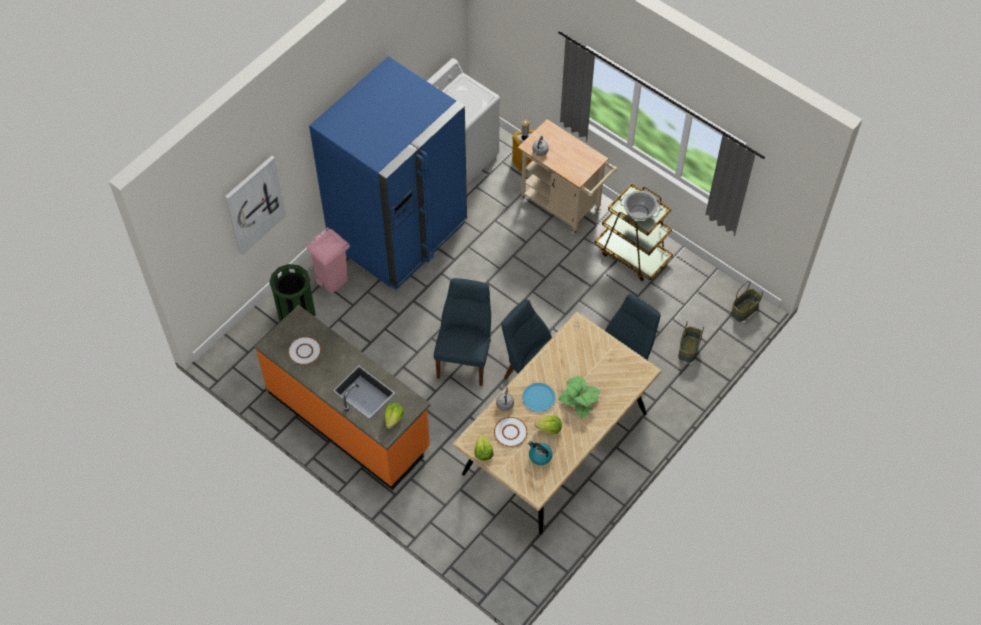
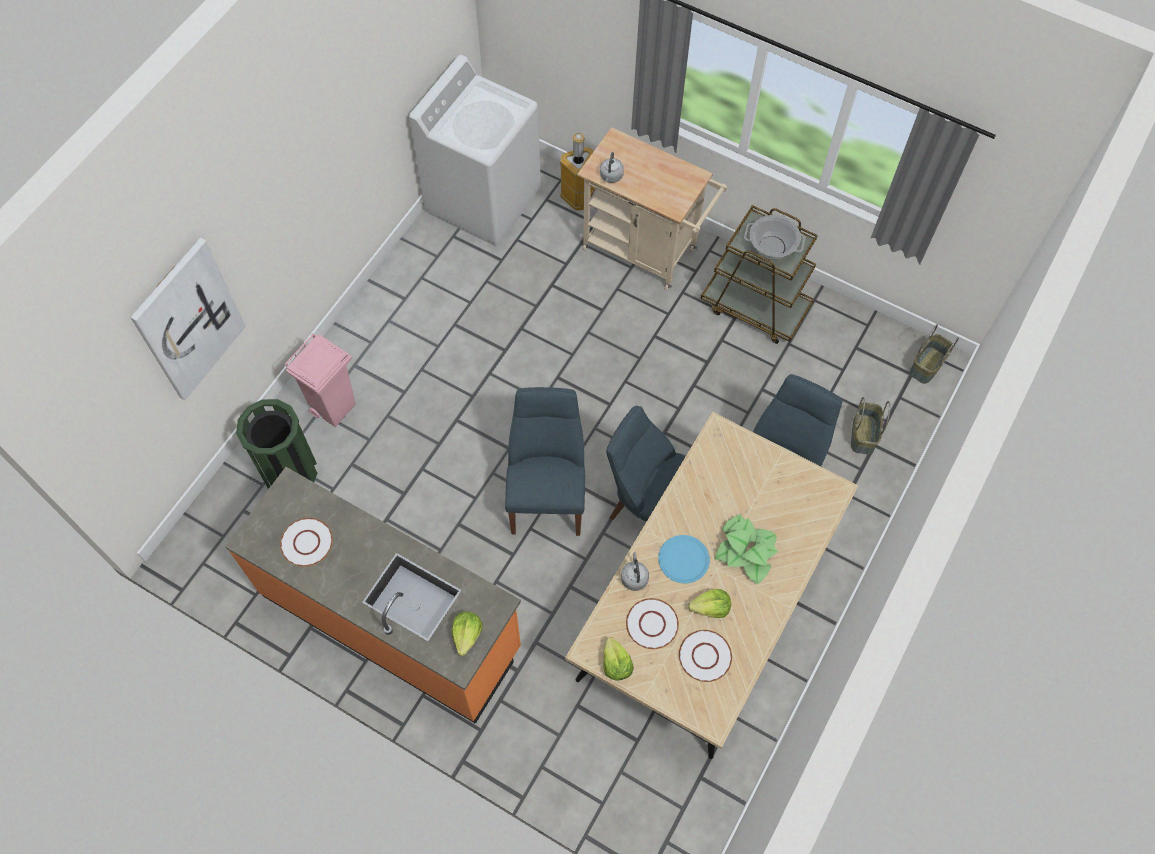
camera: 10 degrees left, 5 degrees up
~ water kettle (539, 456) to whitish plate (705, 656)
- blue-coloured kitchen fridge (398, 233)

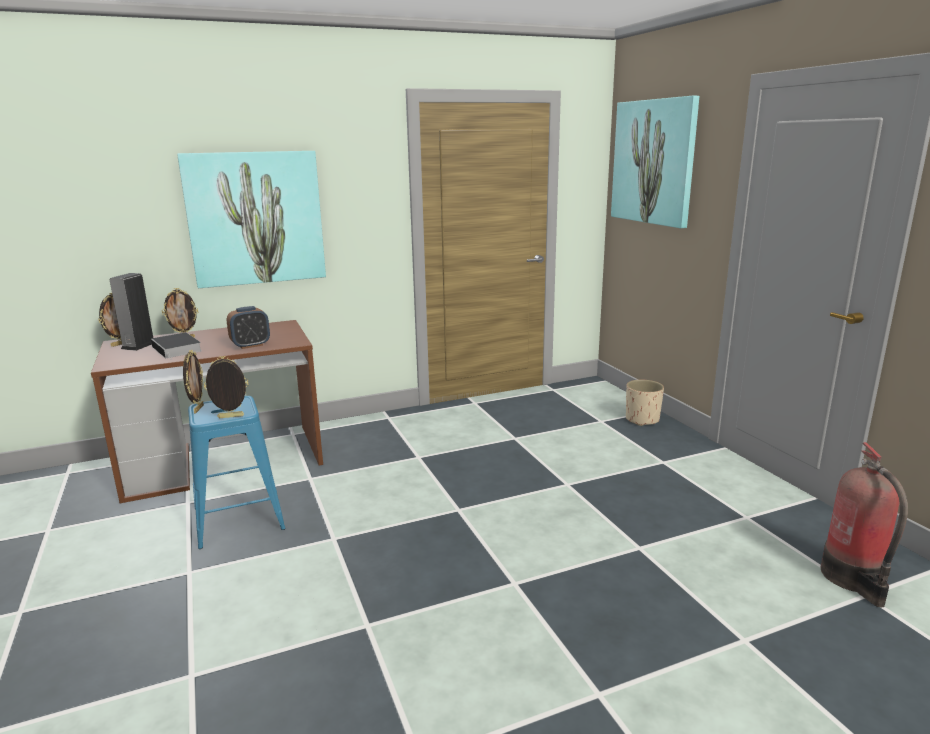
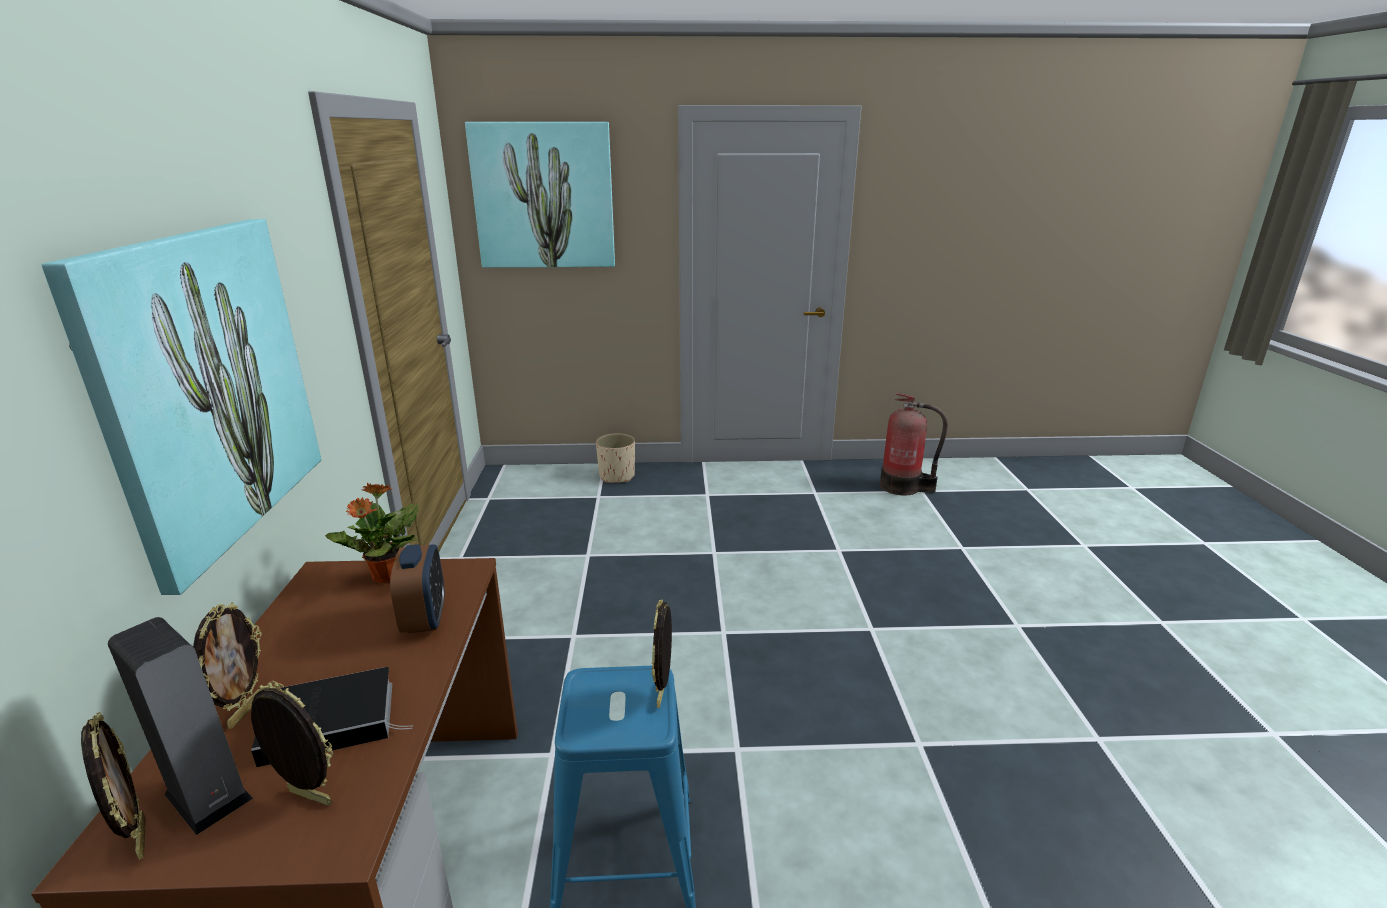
camera: 70 degrees left, 5 degrees up
~ photo frame (198, 409) to (307, 799)
+ potted plant (387, 577)

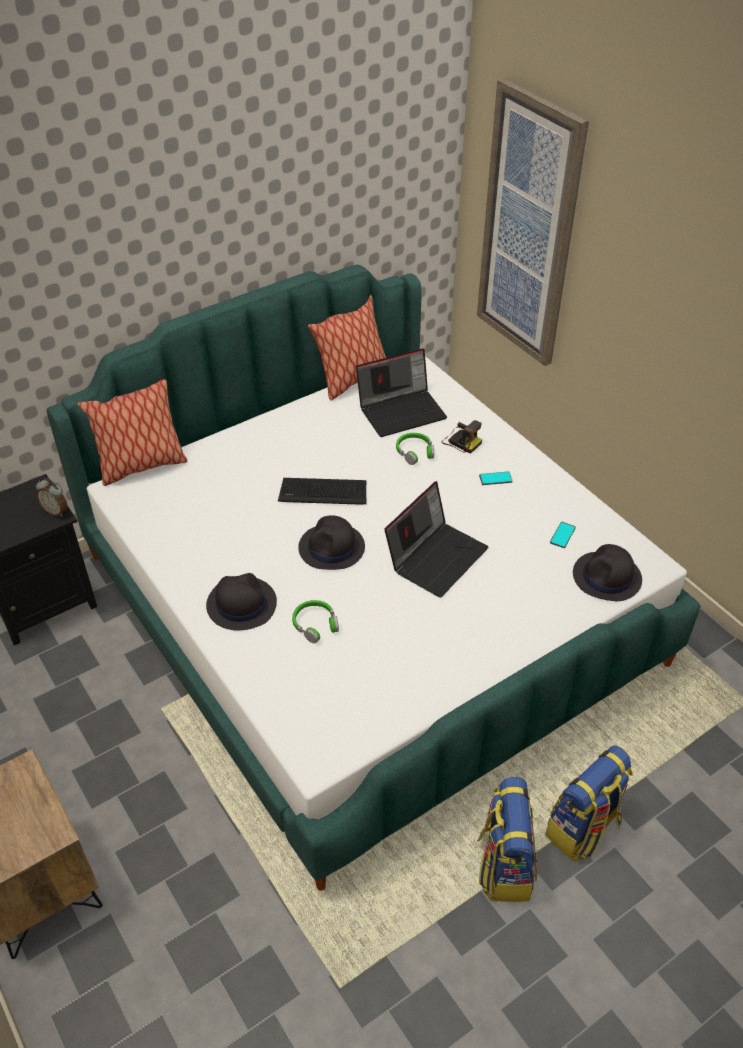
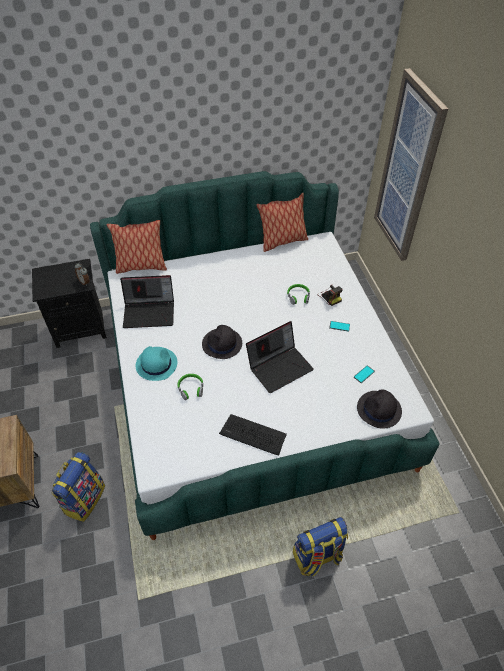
camera: 20 degrees right, 5 degrees up
~ backpack (504, 865) to (84, 499)
~ portable computer (402, 410) to (150, 312)
~ blackish clothing hat (241, 604) to turquoise clothing hat (156, 364)
~ keyboard (323, 492) to (253, 435)

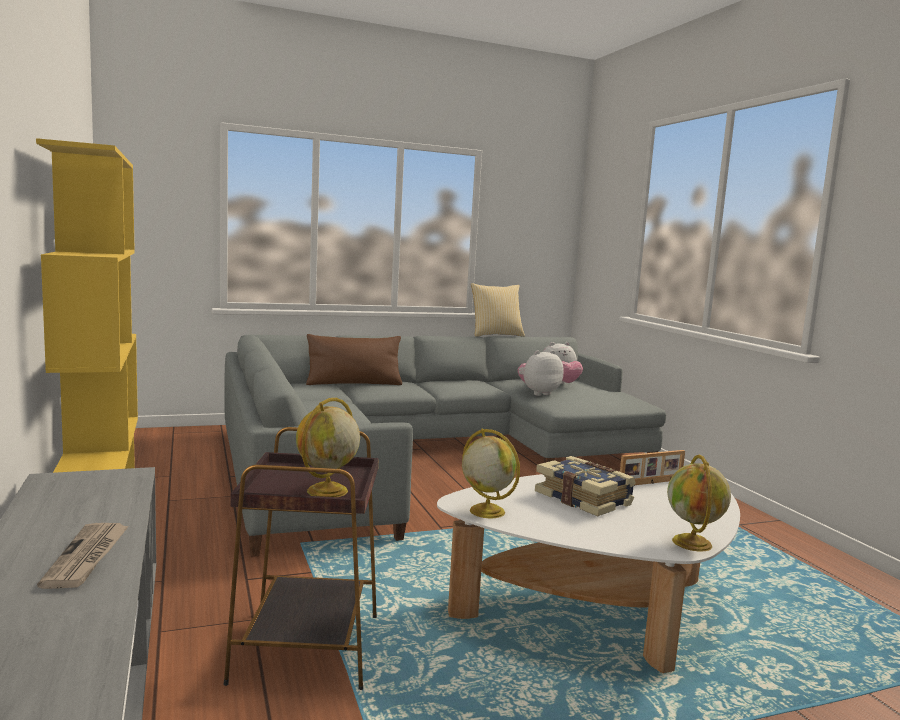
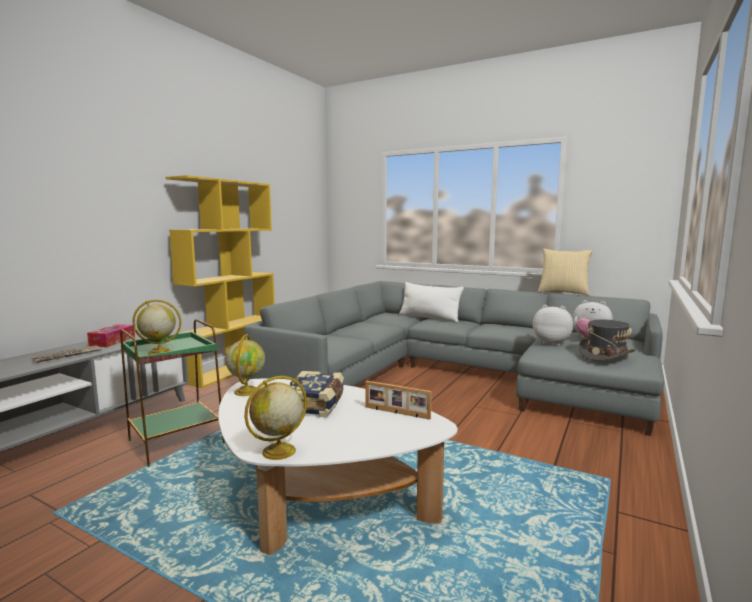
camera: 50 degrees right, 0 degrees up
+ tissue box (112, 341)
~ brown accent table (305, 649) to greenish accent table (175, 442)
~ brown throw pillow (354, 384) to whitish throw pillow (429, 318)
+ greyish clothing hat (605, 355)

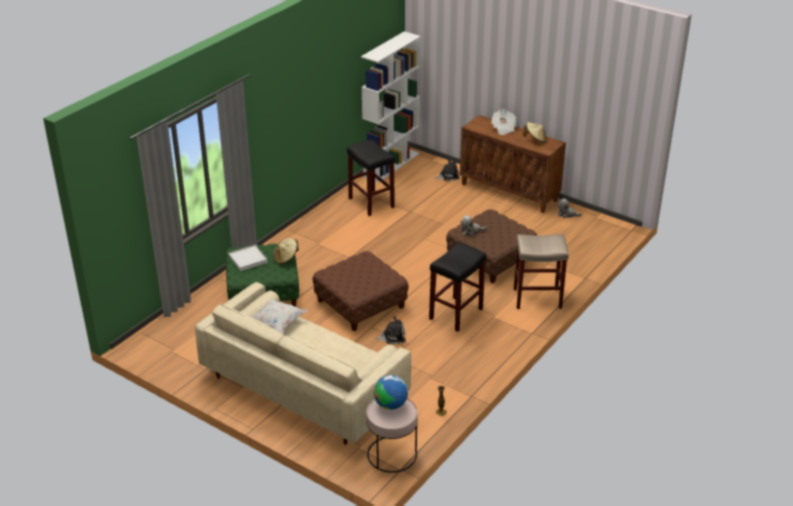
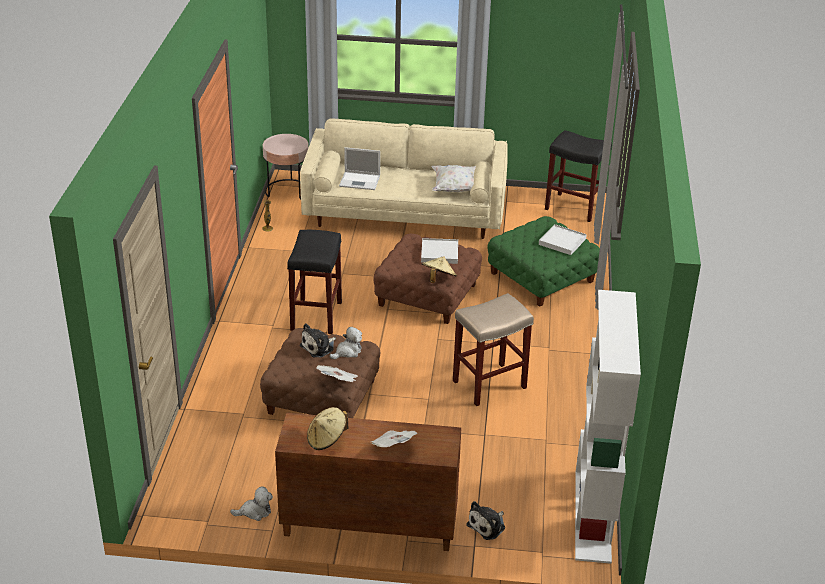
camera: 150 degrees right, 0 degrees up
~ plush toy (392, 336) to (319, 347)
+ newspaper (338, 382)
+ portable computer (360, 181)
+ whitish carrying tray (439, 253)
~ sand-coloured clothing hat (286, 258) to (438, 279)
~ sand-coloured stool seat (538, 298) to (488, 385)
~ blackish stool seat (370, 202) to (575, 207)
- desk globe (391, 405)

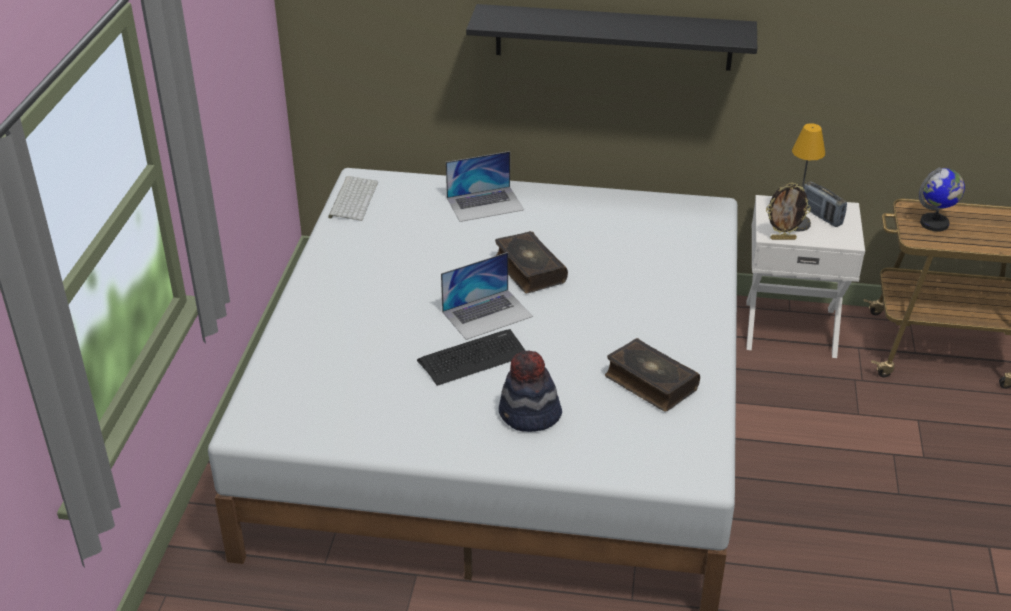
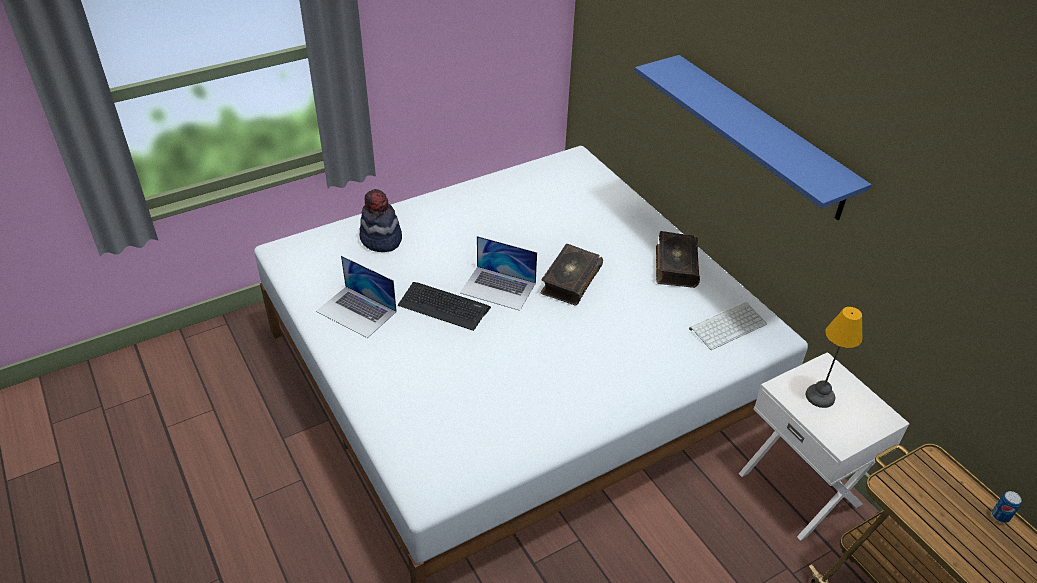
camera: 50 degrees right, 5 degrees up
~ portable computer (485, 204) to (356, 311)
~ clothing hat (529, 415) to (381, 240)
~ blackish wall shelf (613, 37) to blue-coloured wall shelf (760, 136)
~ volume (650, 383) to (675, 266)
~ keyboard (352, 199) to (728, 325)
+ sealed can (1000, 516)
- photo frame (783, 238)
- radio (821, 216)
- desk globe (934, 224)

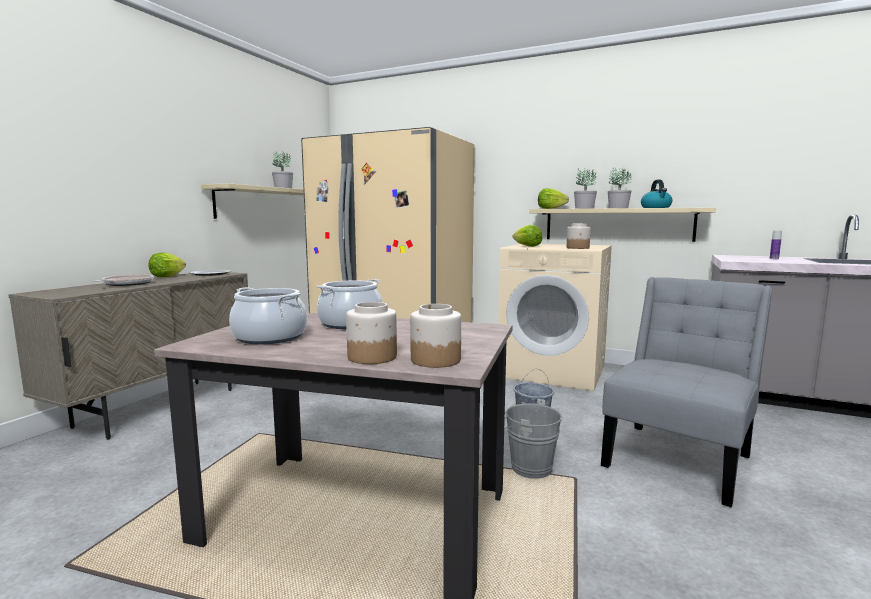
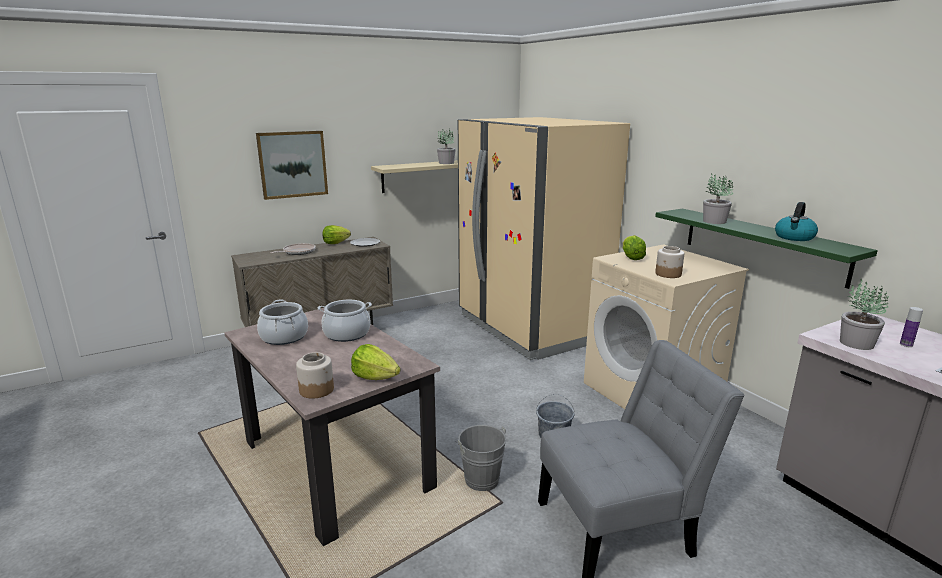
camera: 35 degrees right, 10 degrees up
+ picture (292, 164)
~ head of lettuce (551, 208) to (375, 377)
~ sand-coloured wall shelf (617, 224) to greenish wall shelf (762, 245)
~ potted plant (617, 208) to (855, 343)
- storage jar (371, 357)

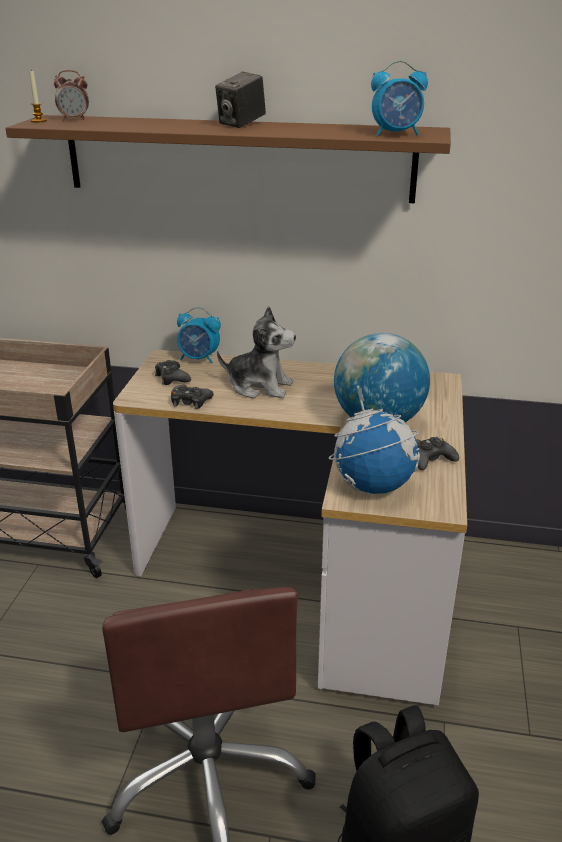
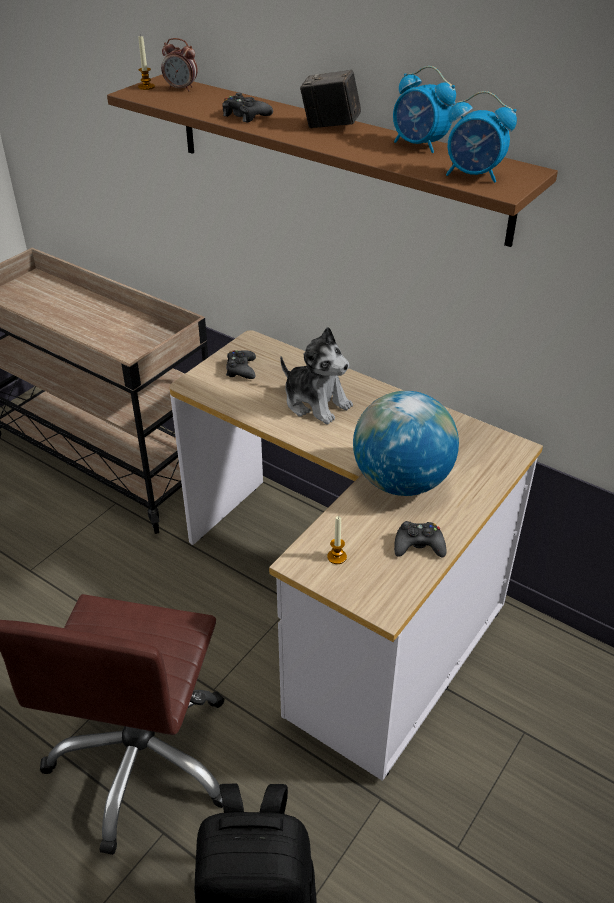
camera: 25 degrees right, 10 degrees up
~ blackish joypad (190, 401) to (245, 115)
~ still camera (241, 124) = (330, 126) 45 degrees clockwise
~ desk globe (373, 485) to candle (337, 557)
~ bedside clock (199, 359) to (419, 145)

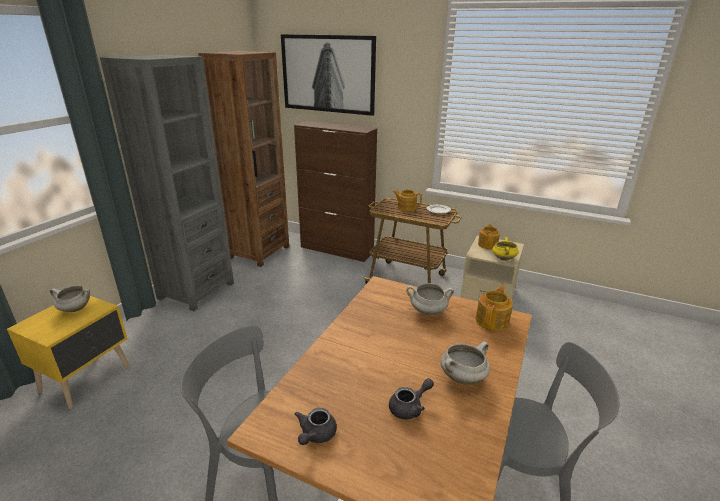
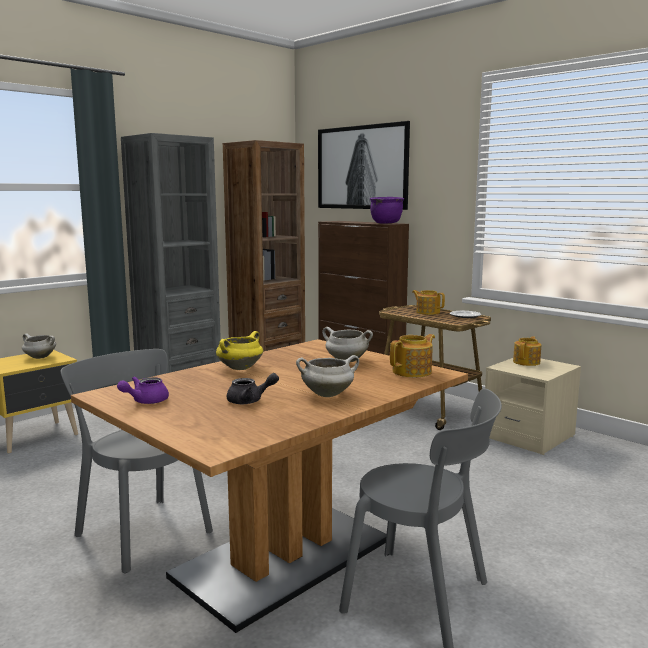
camera: 20 degrees right, 15 degrees down
~ greyish tea pot (315, 435) to purple tea pot (145, 401)
~ yellowish saucepot (503, 258) to (240, 368)
+ purple saucepot (386, 223)

